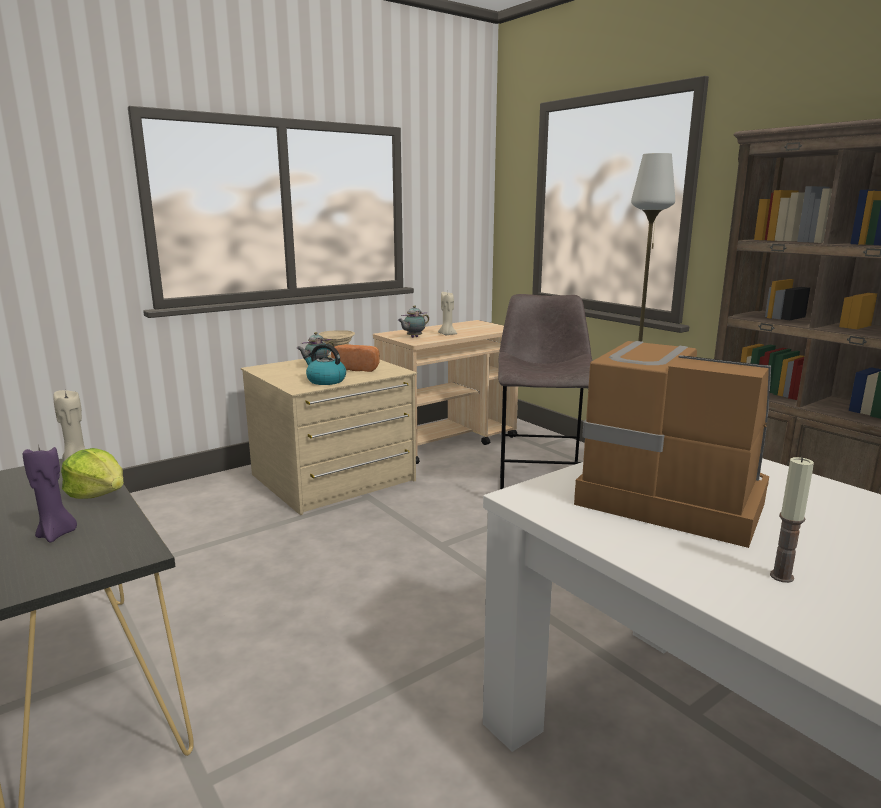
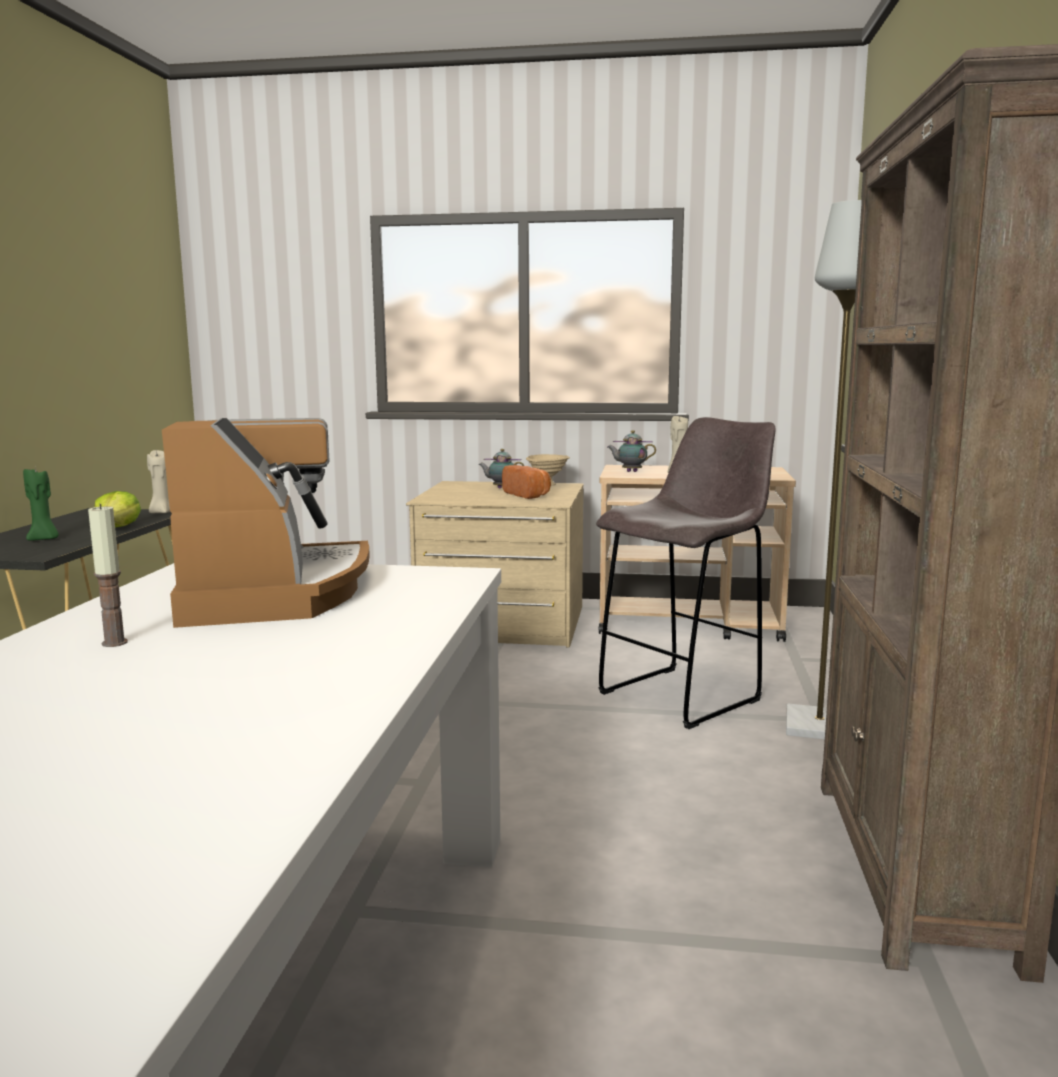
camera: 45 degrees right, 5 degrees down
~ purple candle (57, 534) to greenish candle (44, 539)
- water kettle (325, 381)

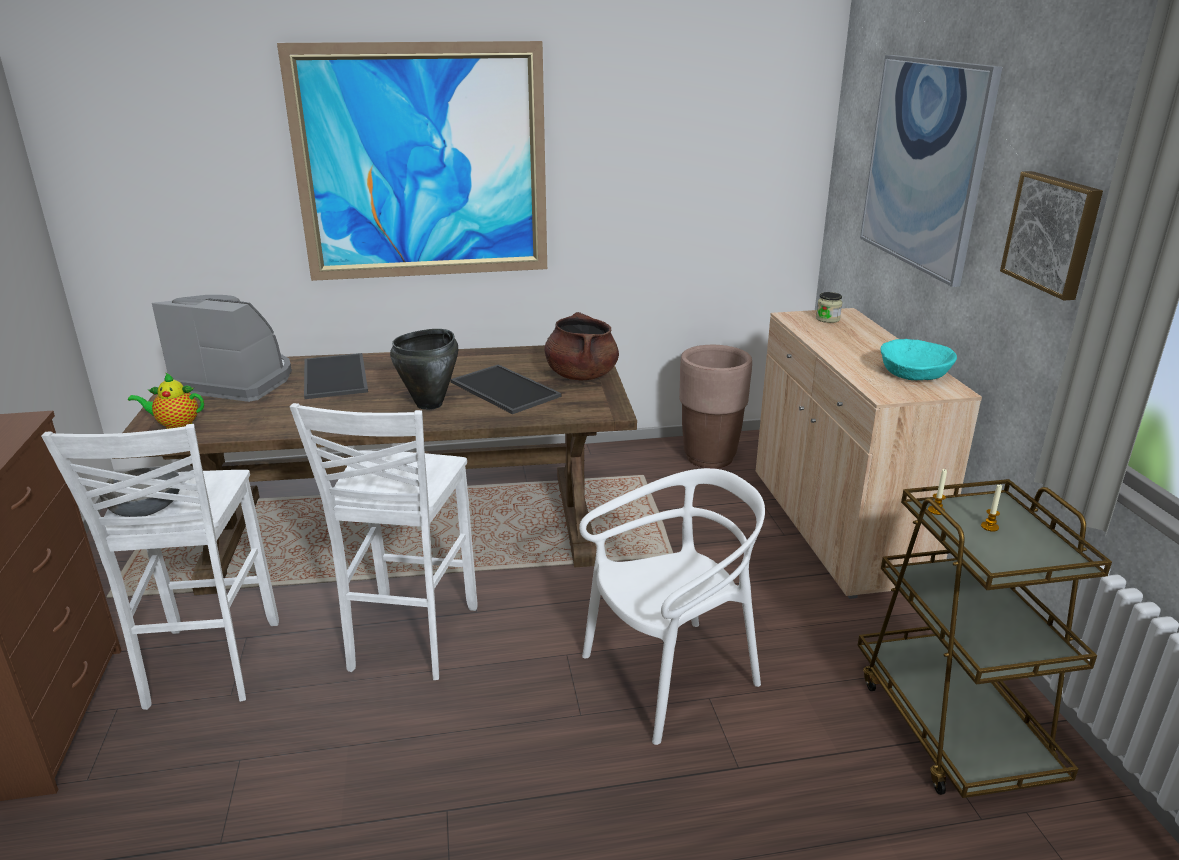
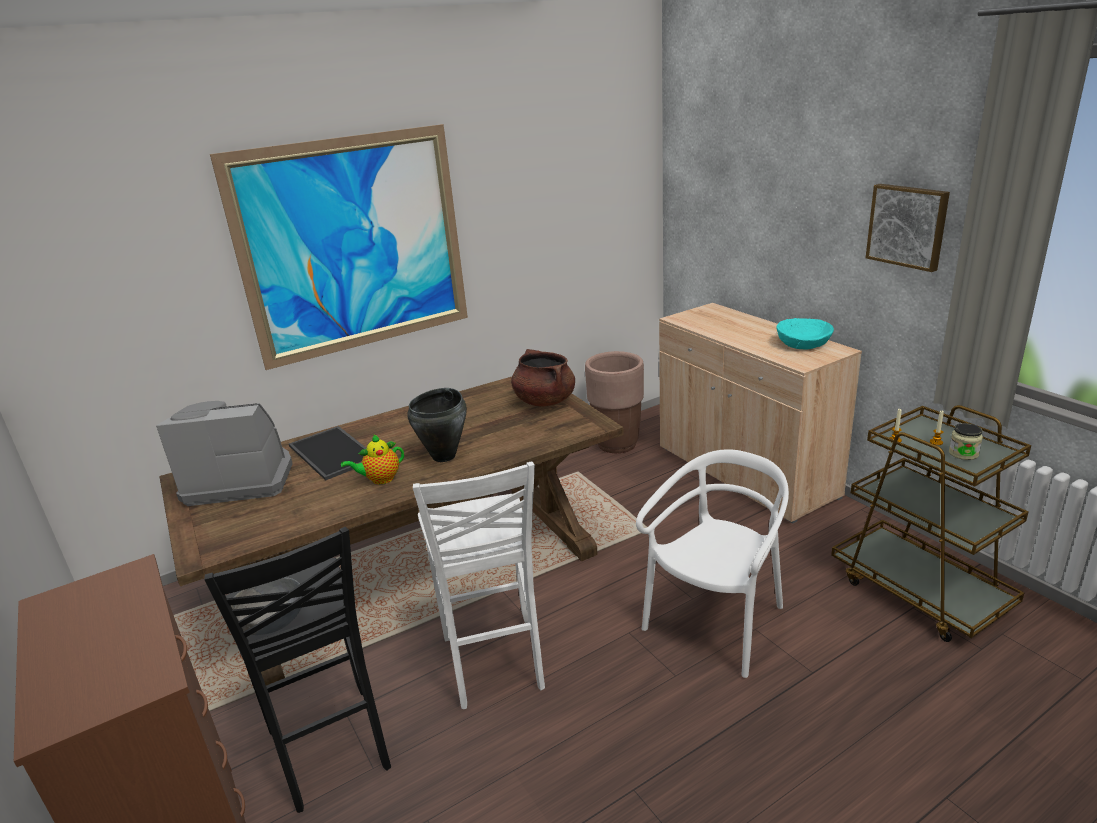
camera: 20 degrees left, 0 degrees up
~ whitish stool seat (209, 666) to blackish stool seat (331, 751)
~ tea pot (175, 425) to (380, 479)
~ storage jar (827, 319) to (963, 453)
- carrying tray (502, 389)
- picture (924, 165)

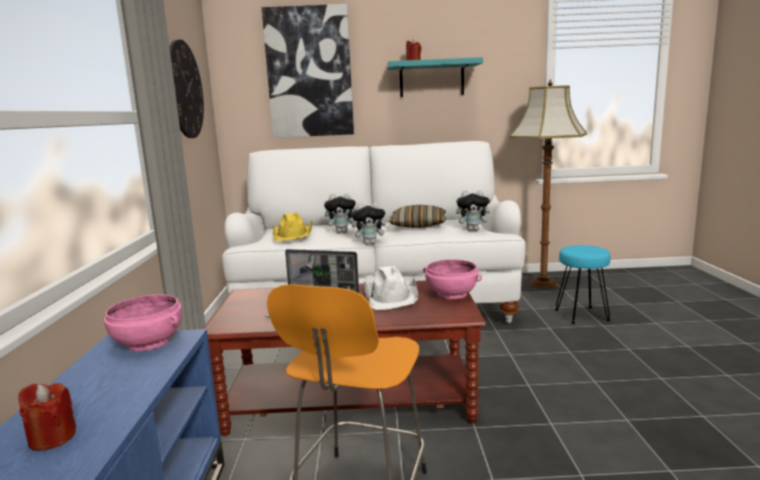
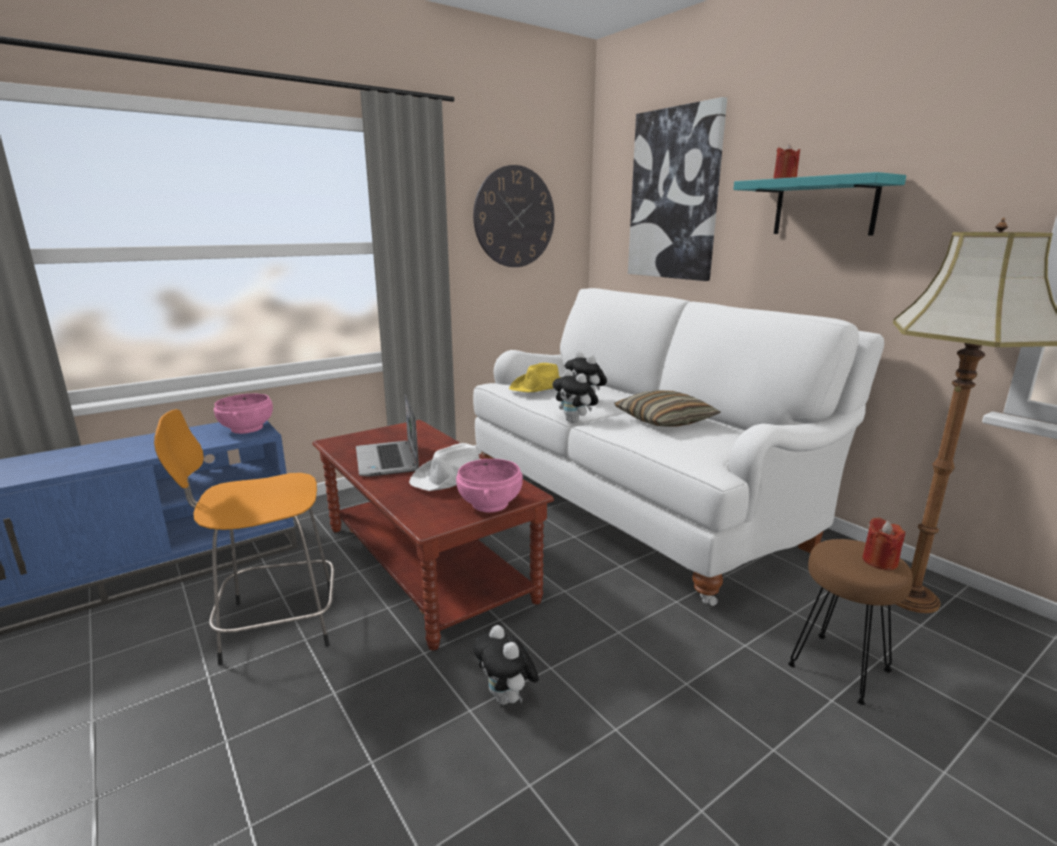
camera: 55 degrees right, 5 degrees up
~ plush toy (473, 230) to (507, 698)
~ turquoise stool seat (580, 315) to brown stool seat (838, 667)
~ red-coloured candle (52, 438) to (879, 561)

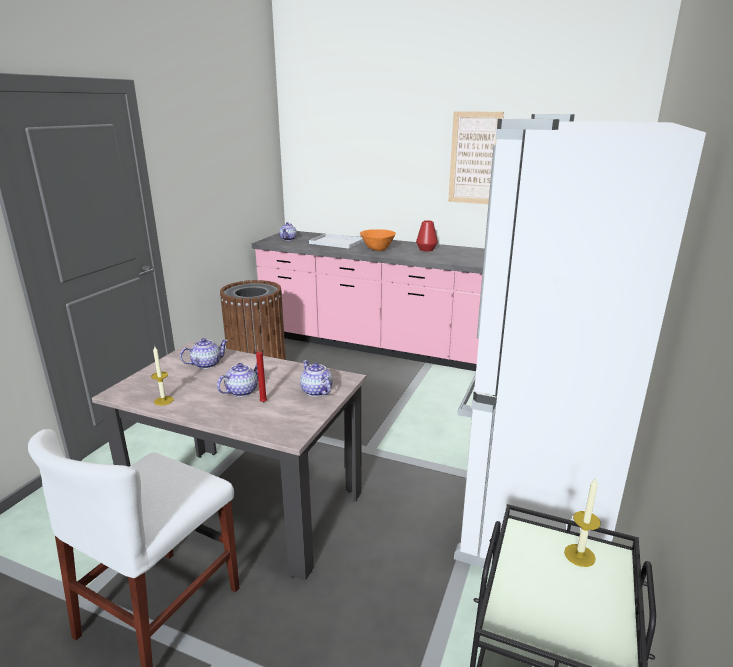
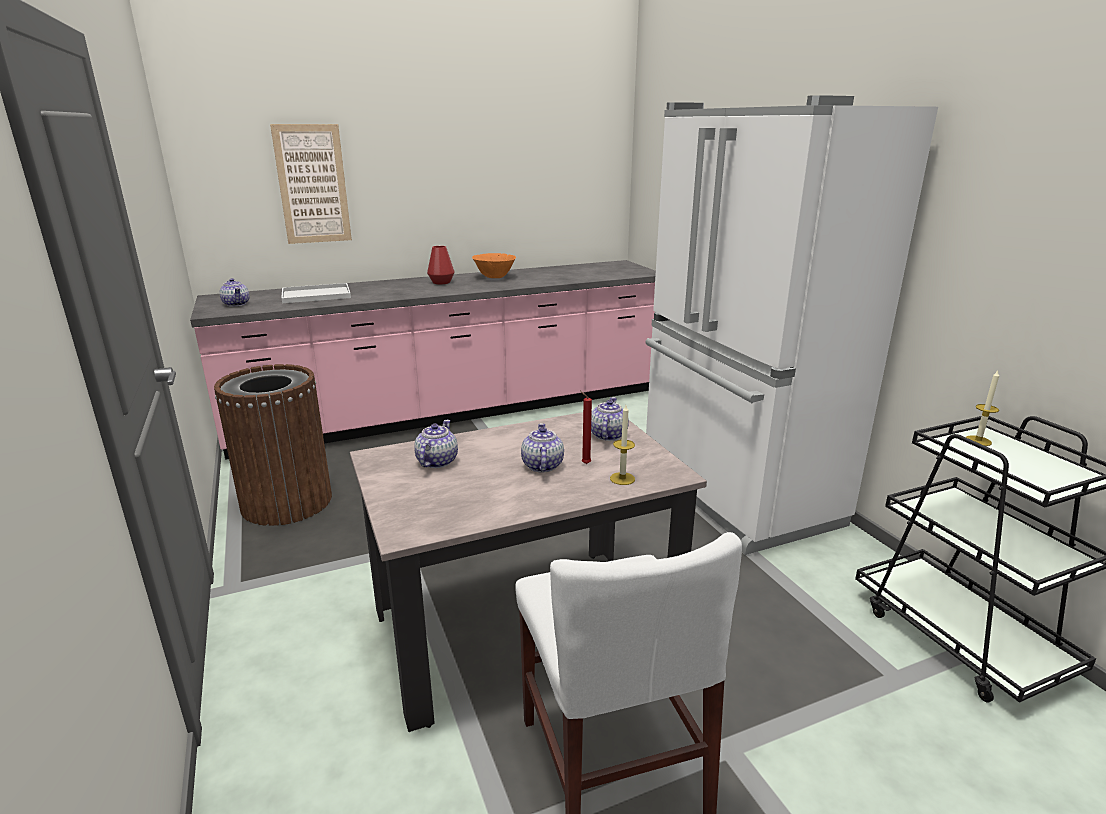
camera: 45 degrees left, 0 degrees up
~ picture (475, 158) to (312, 184)
~ orange serving bowl (377, 250) to (494, 278)
~ tea pot (316, 391) = (607, 435) 90 degrees clockwise
~ candle (163, 400) to (622, 478)

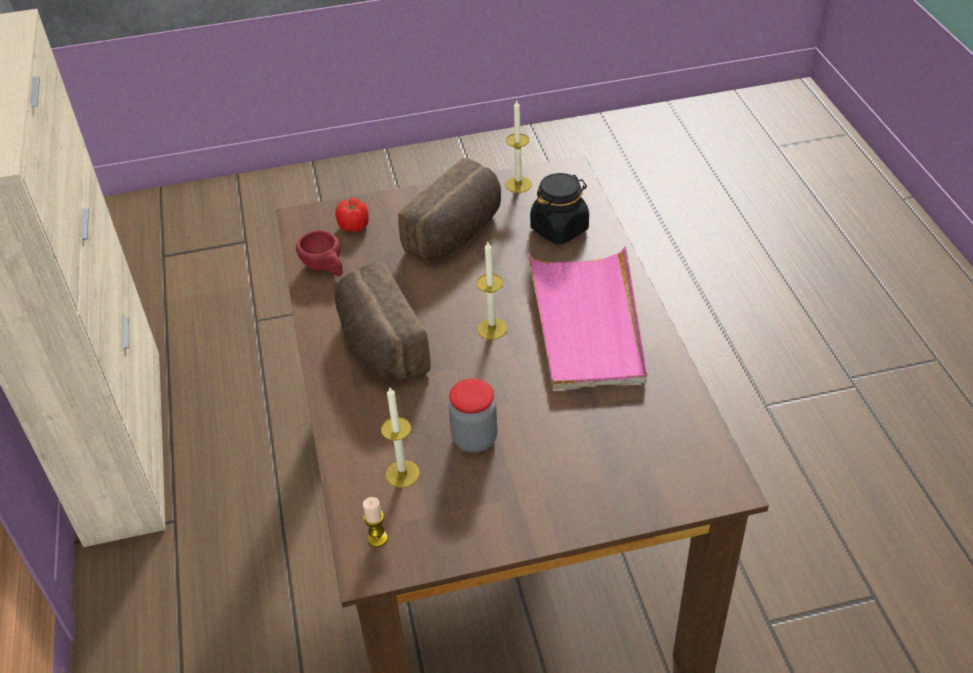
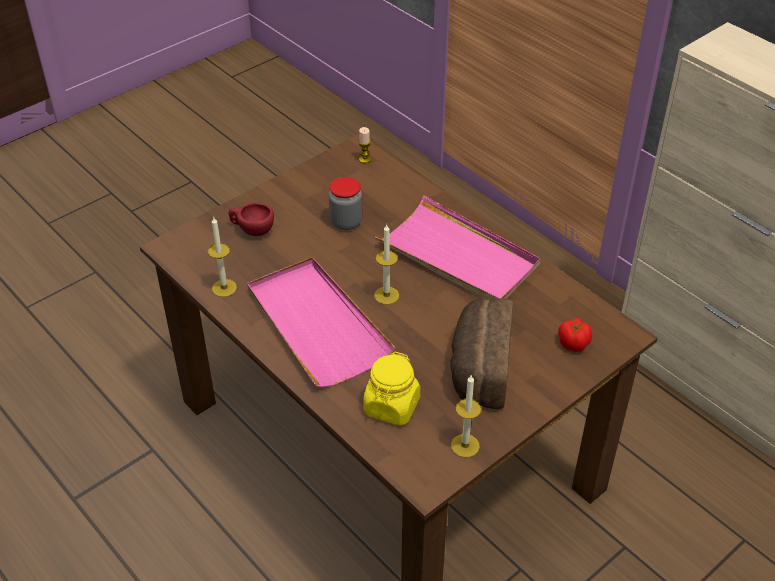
camera: 150 degrees right, 0 degrees up
~ candle (402, 474) to (224, 288)
~ red-coloured drinking cup (325, 268) to (252, 230)
~ blackish storage jar (559, 229) to yellowish storage jar (391, 406)
~ bakery bread (379, 345) to pinkish carrying tray (458, 256)

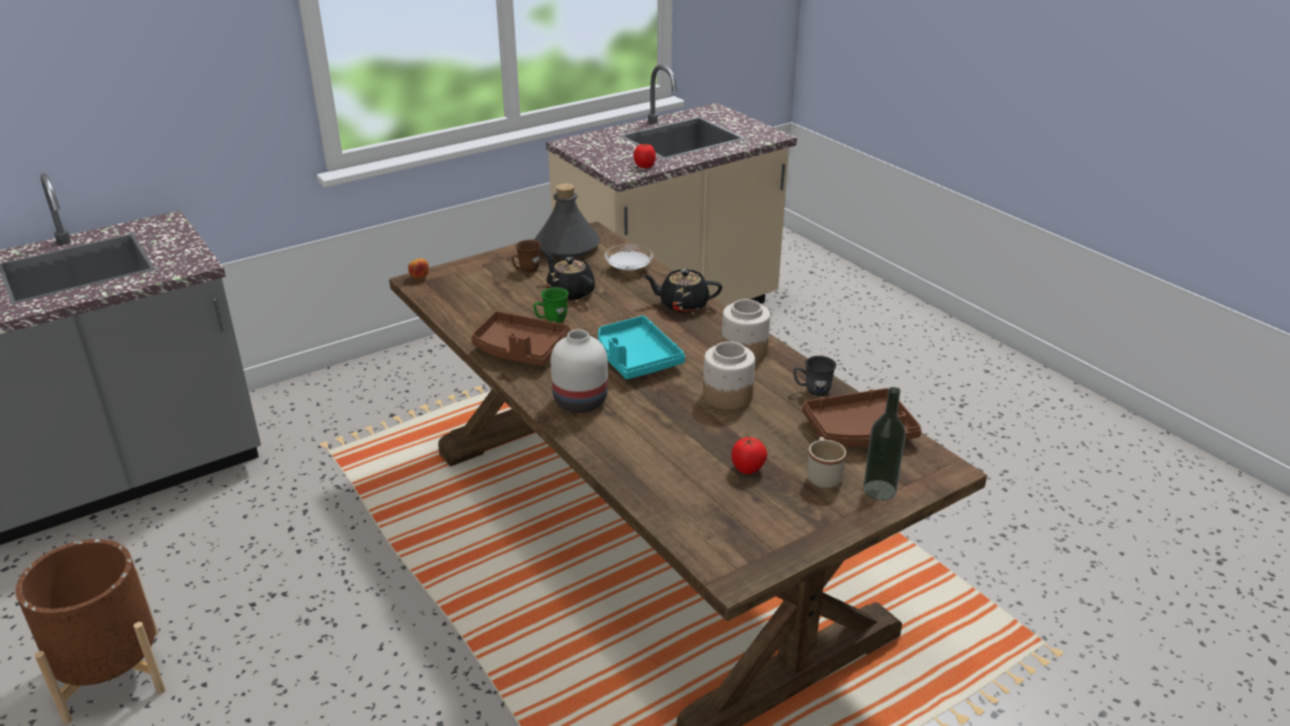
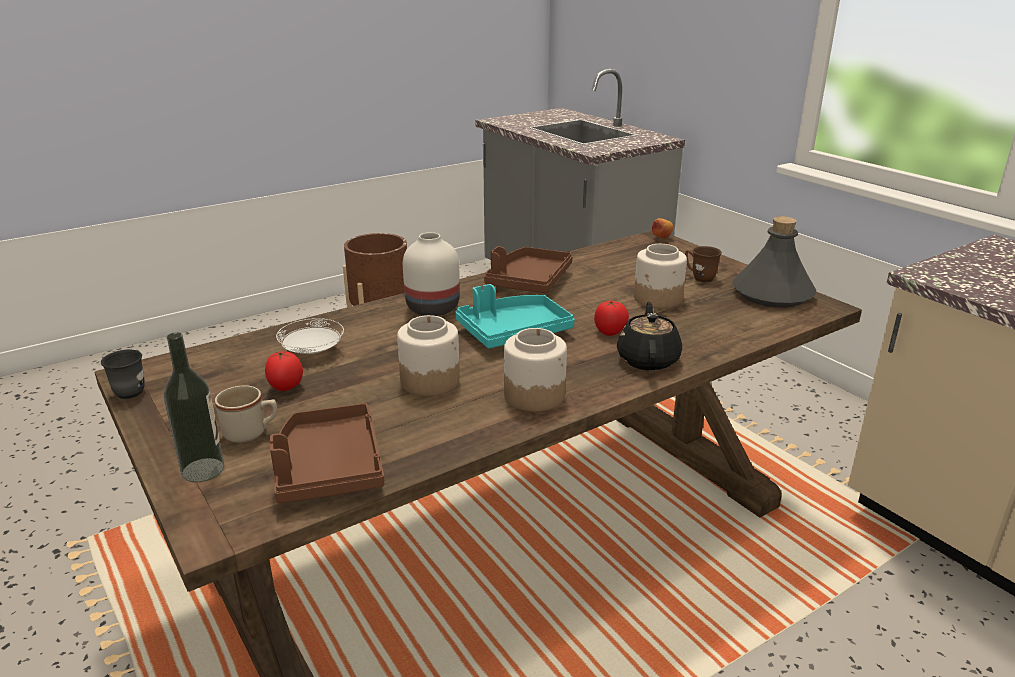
camera: 90 degrees right, 5 degrees down
~ greyish tea mug (812, 390) to (133, 389)
~ whitish plate (629, 269) to (312, 352)
~ tomato (644, 166) to (610, 332)
~ blackish tea pot (570, 291) to storage jar (658, 298)
- greenish tea mug (551, 320)

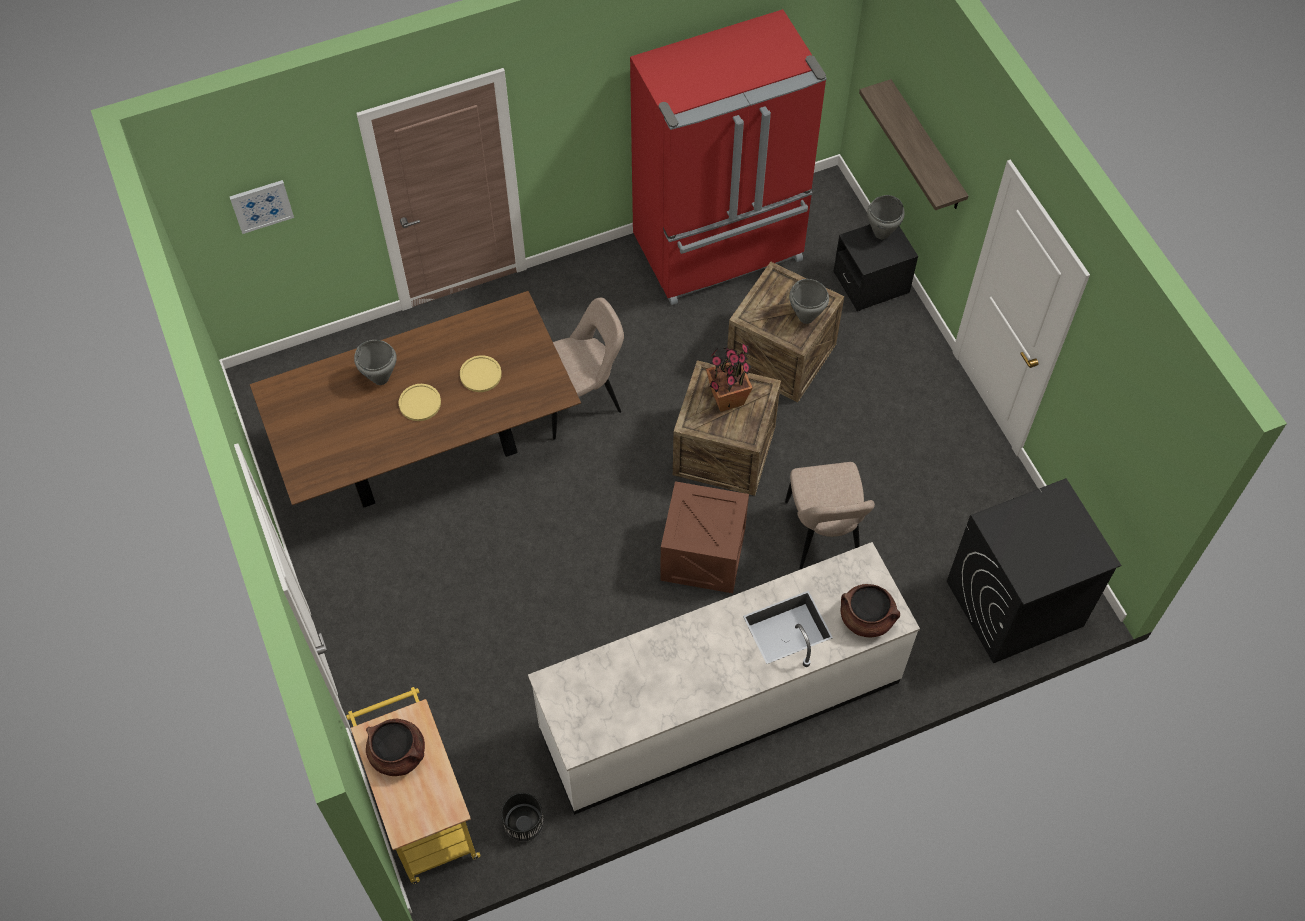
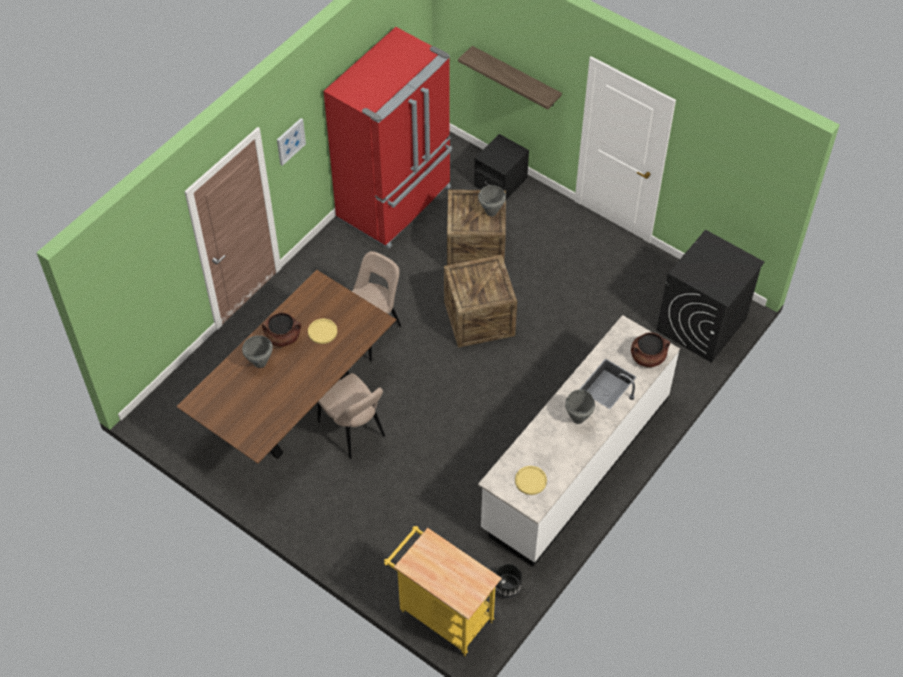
camera: 30 degrees left, 5 degrees down
~ brown saucepot (398, 754) to (283, 337)
~ picture (261, 205) to (290, 141)
~ sand-coloured plain chair (823, 536) to (353, 431)
~ yellowish plate (420, 403) to (530, 481)
~ greyish saucepot (881, 233) to (578, 419)
- packing crate (703, 554)
- potted plant (727, 398)

